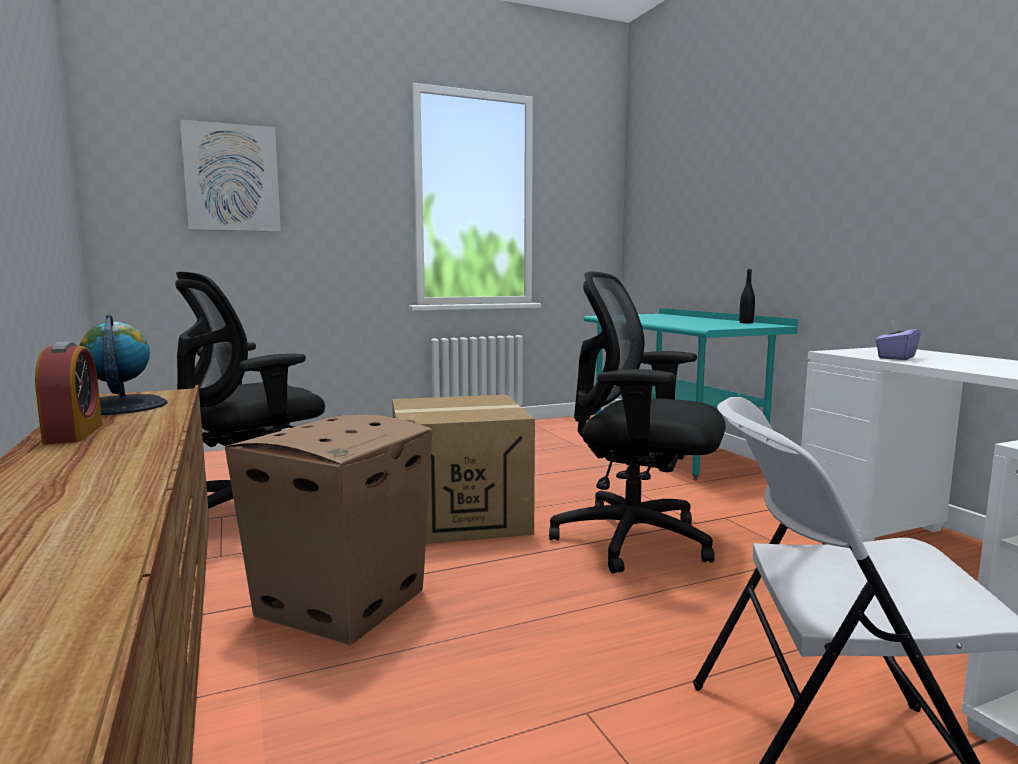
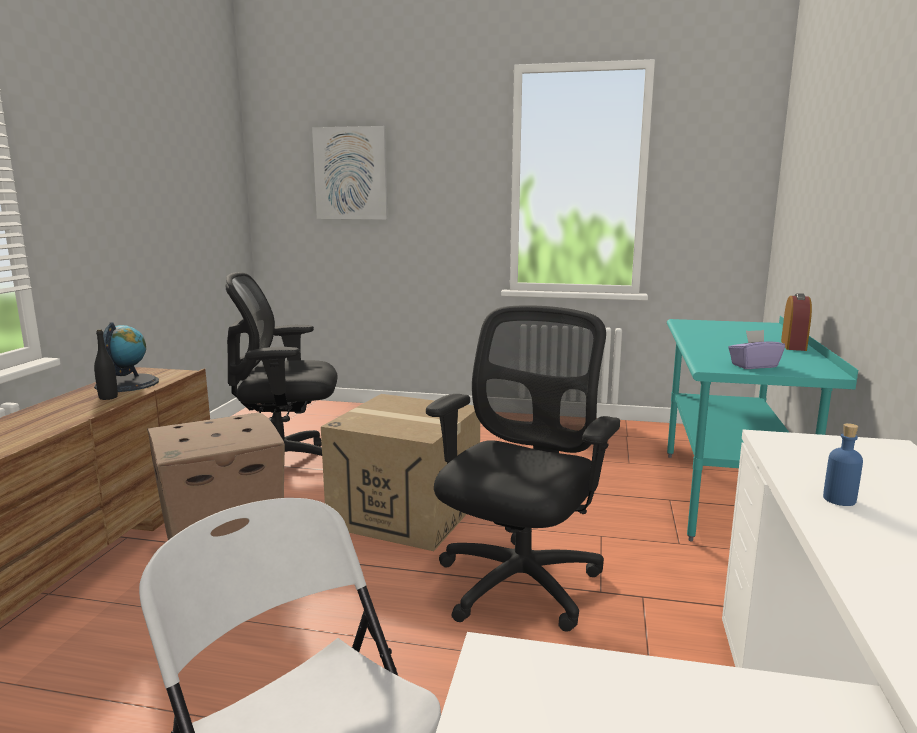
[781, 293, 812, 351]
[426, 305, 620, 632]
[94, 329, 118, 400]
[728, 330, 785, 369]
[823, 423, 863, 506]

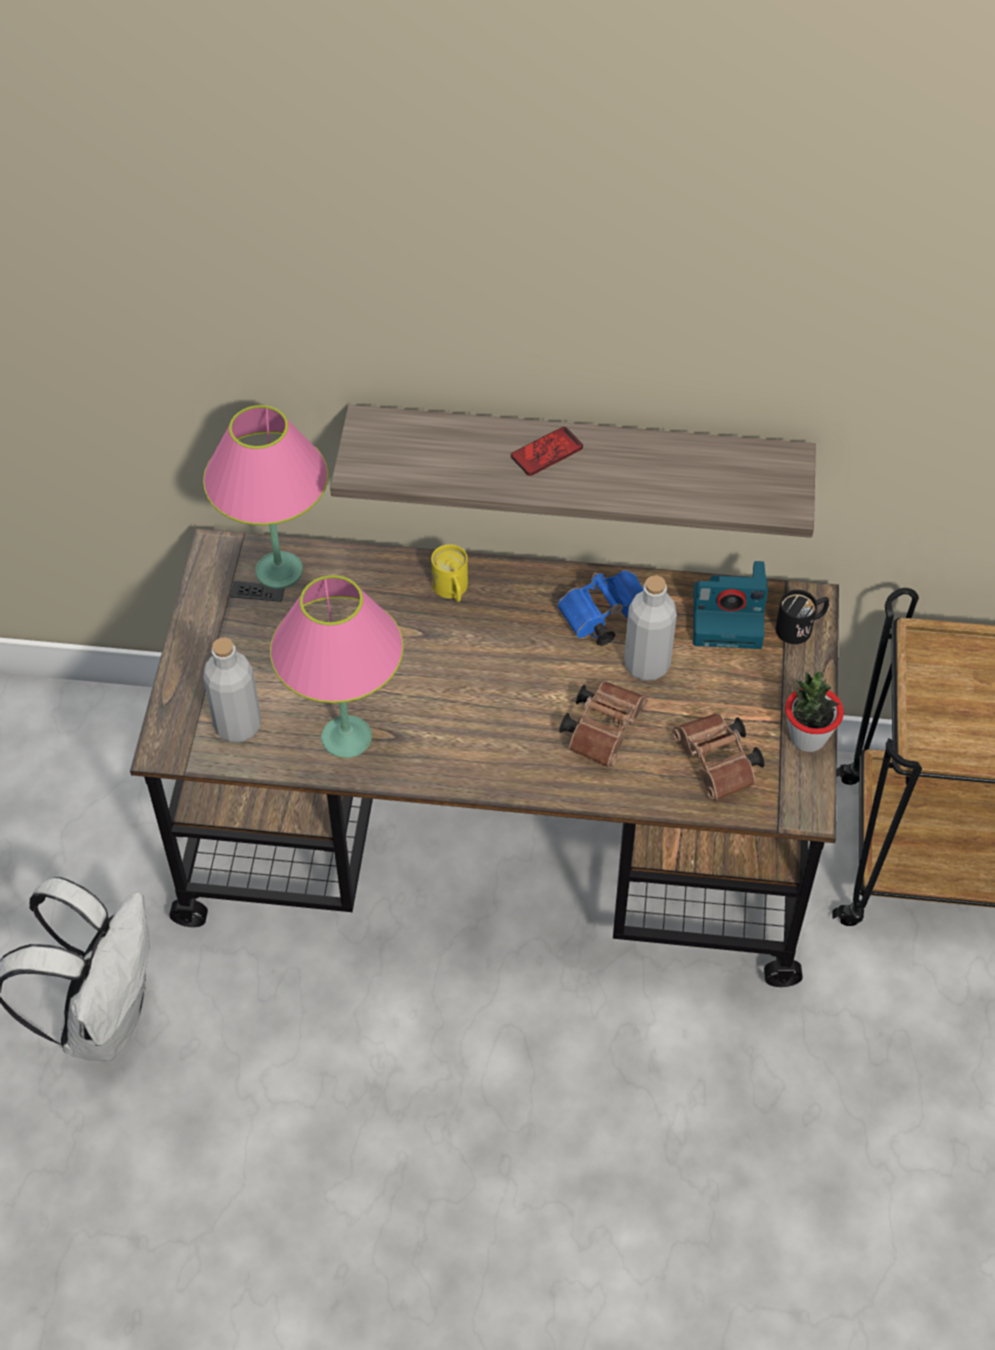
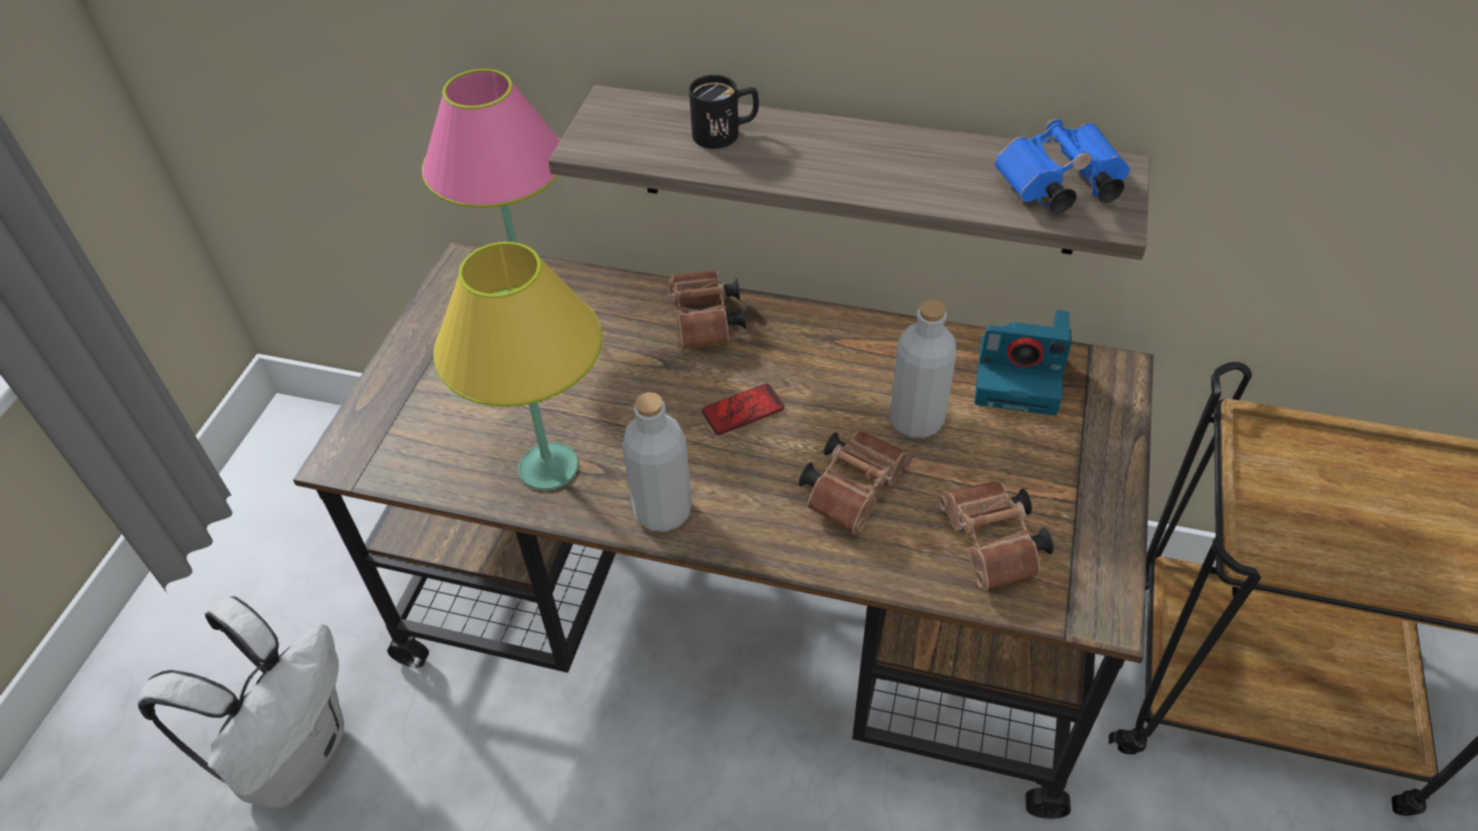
[622, 392, 692, 532]
[433, 242, 603, 491]
[668, 270, 746, 349]
[702, 384, 784, 435]
[994, 119, 1130, 213]
[689, 75, 759, 149]
[785, 671, 844, 752] (first image)

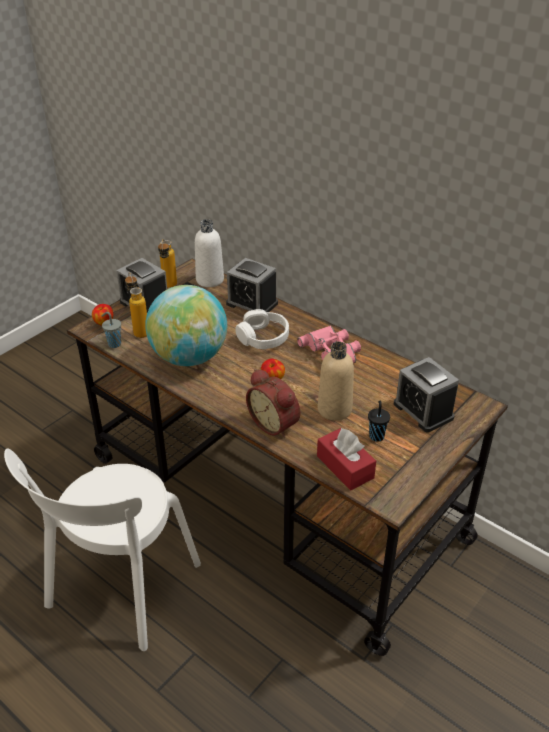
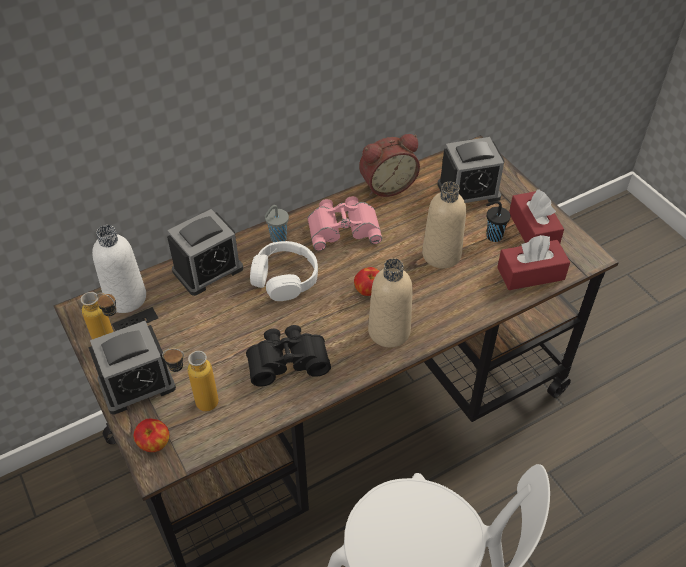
[264, 205, 289, 242]
[246, 325, 331, 387]
[359, 134, 420, 197]
[368, 258, 413, 347]
[509, 189, 564, 243]

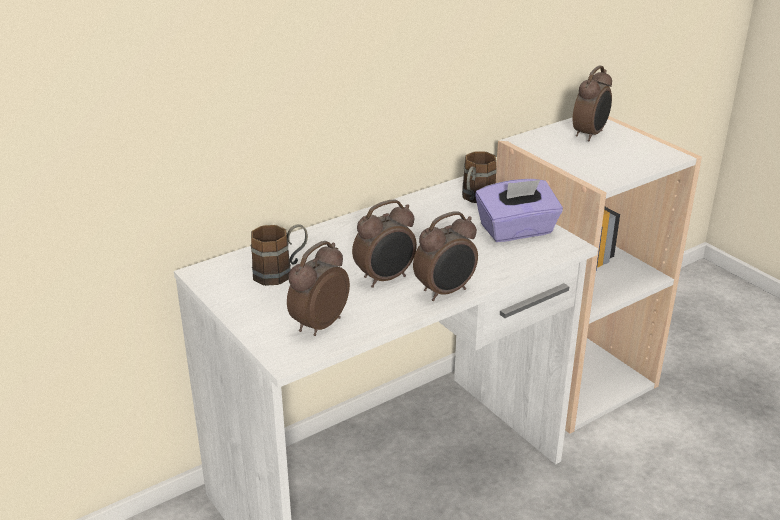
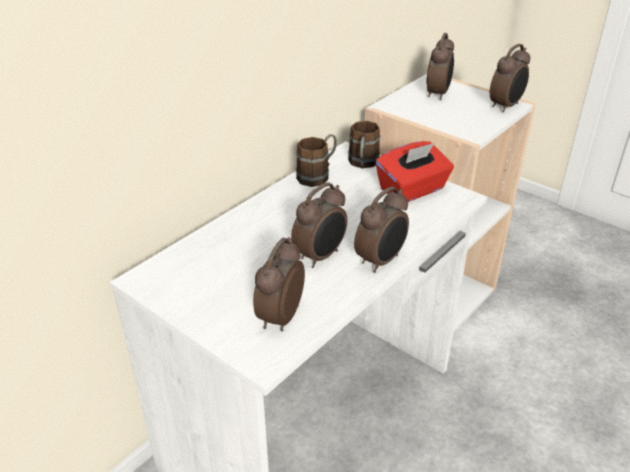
[296, 134, 337, 187]
[375, 141, 454, 202]
[490, 44, 530, 112]

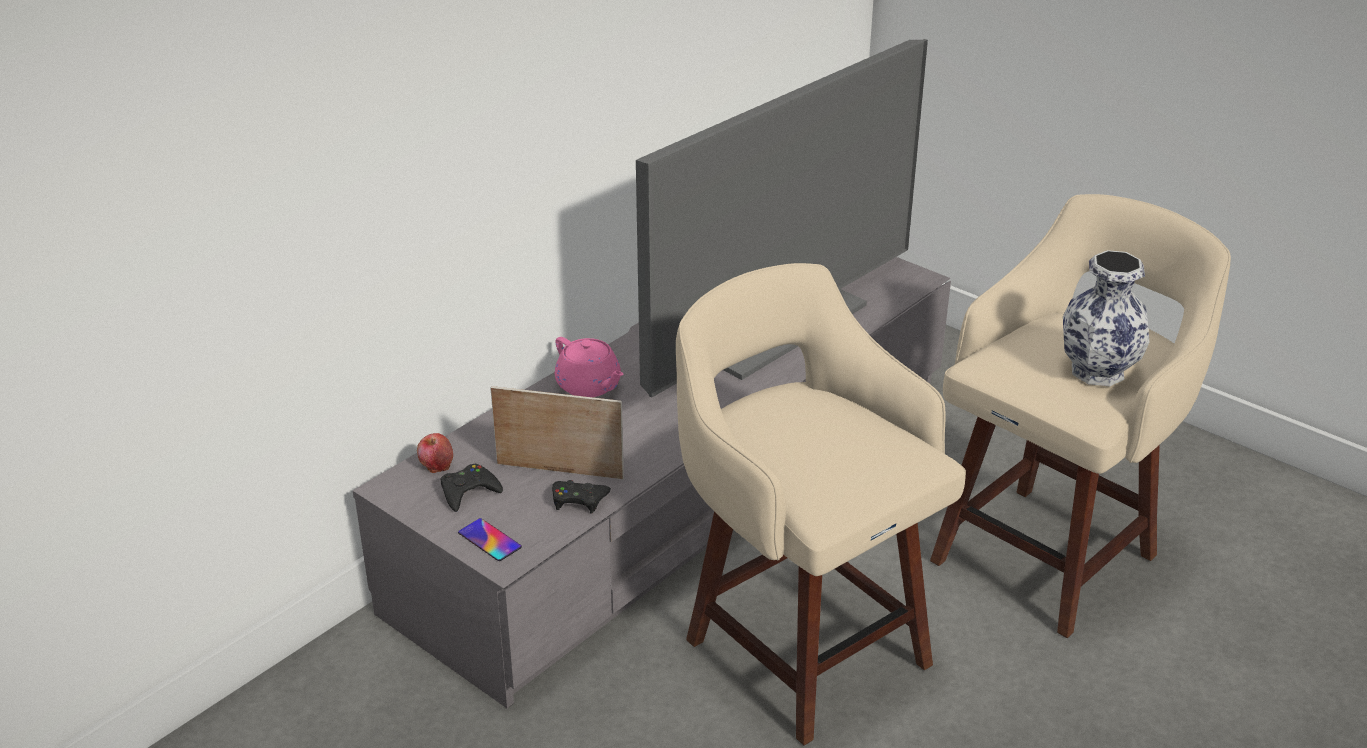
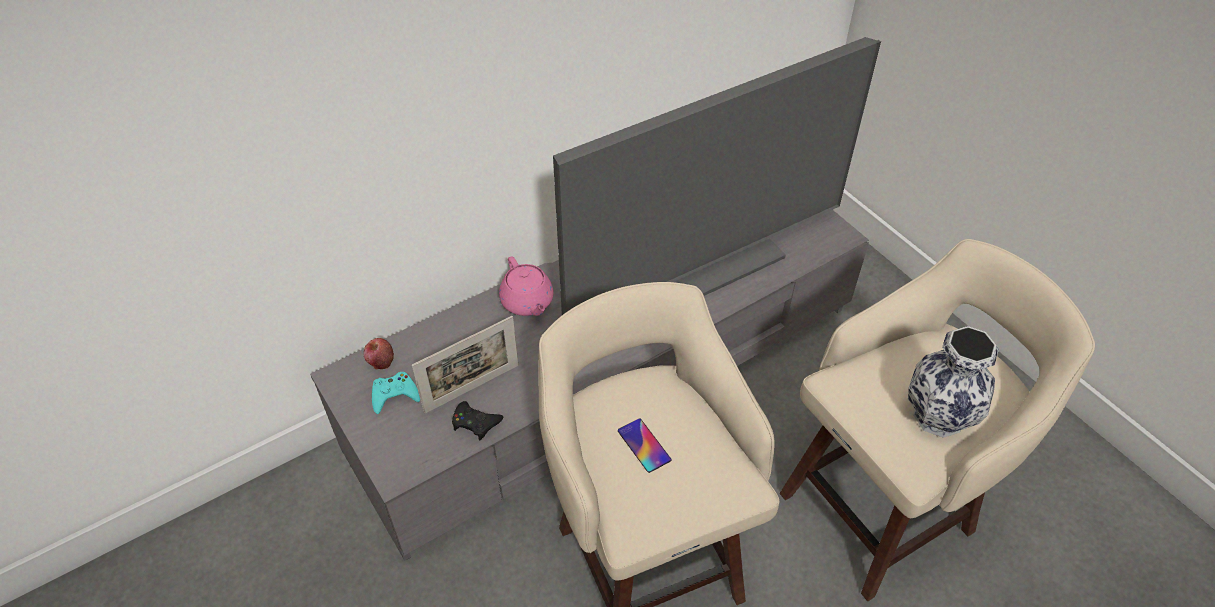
[372, 372, 420, 414]
[618, 419, 671, 473]
[412, 316, 519, 414]

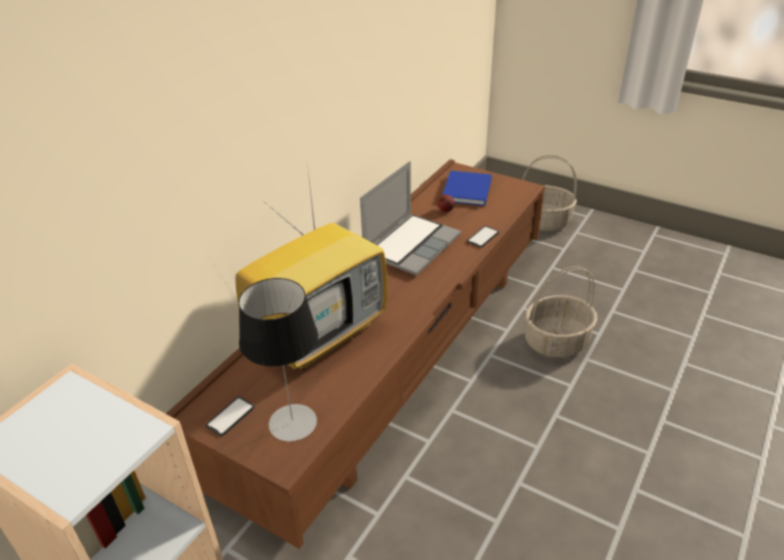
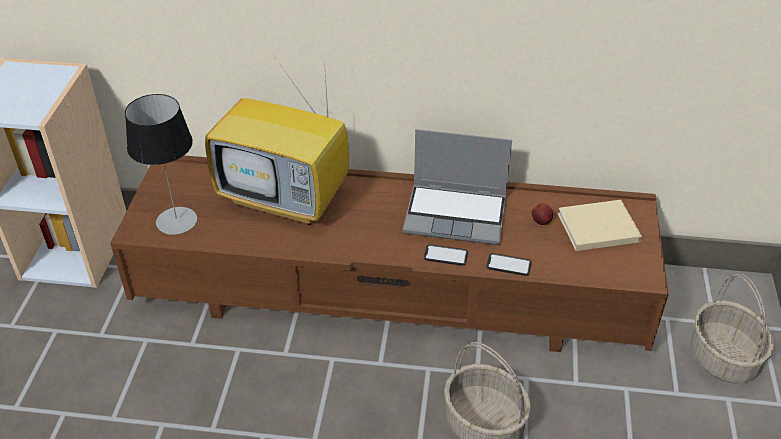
[424, 244, 468, 266]
[558, 200, 642, 251]

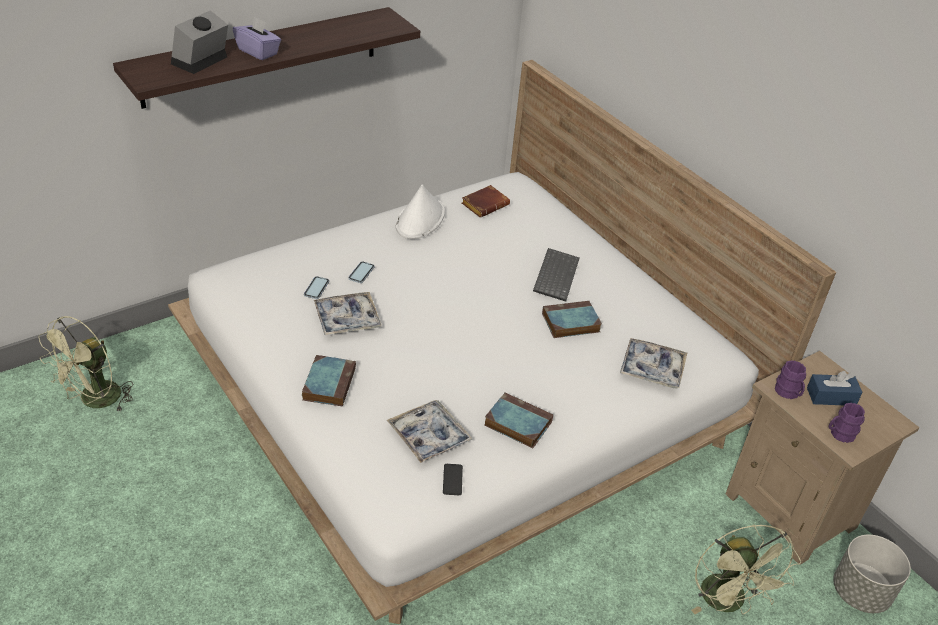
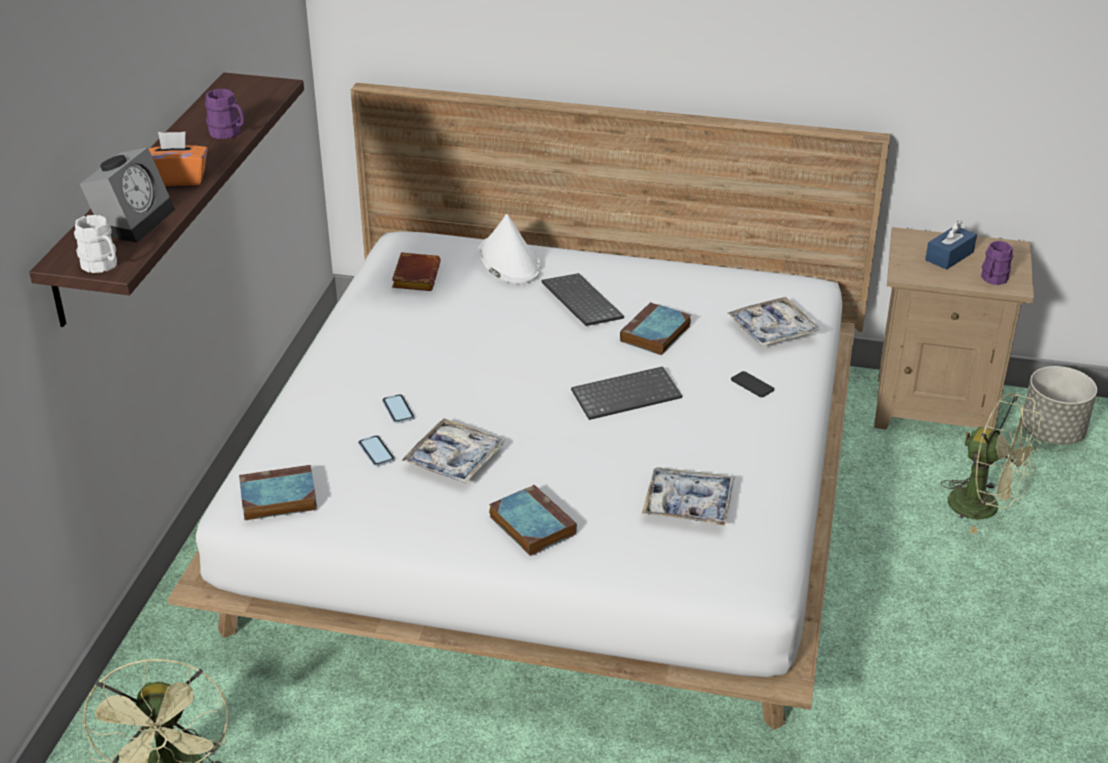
[80, 147, 175, 243]
[148, 132, 208, 186]
[478, 214, 541, 284]
[731, 371, 774, 397]
[239, 465, 317, 520]
[205, 89, 244, 139]
[74, 215, 117, 273]
[571, 366, 682, 420]

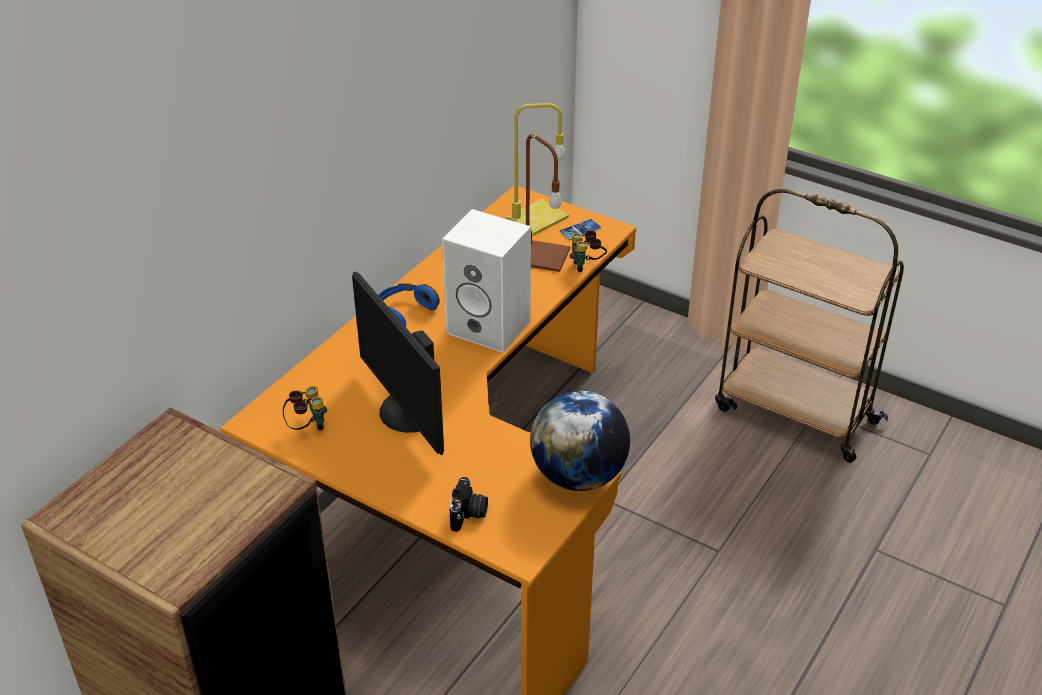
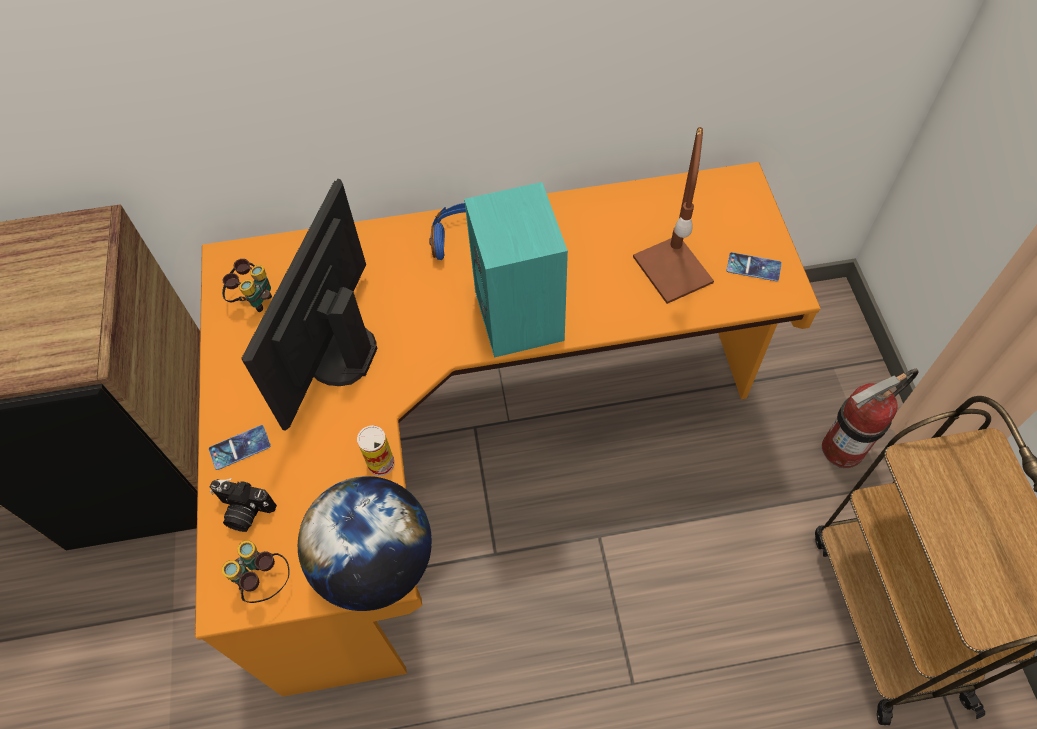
[464, 182, 568, 358]
[210, 478, 277, 532]
[507, 103, 569, 235] (first image)
[221, 540, 290, 603]
[209, 425, 271, 470]
[357, 425, 395, 476]
[822, 368, 919, 468]

